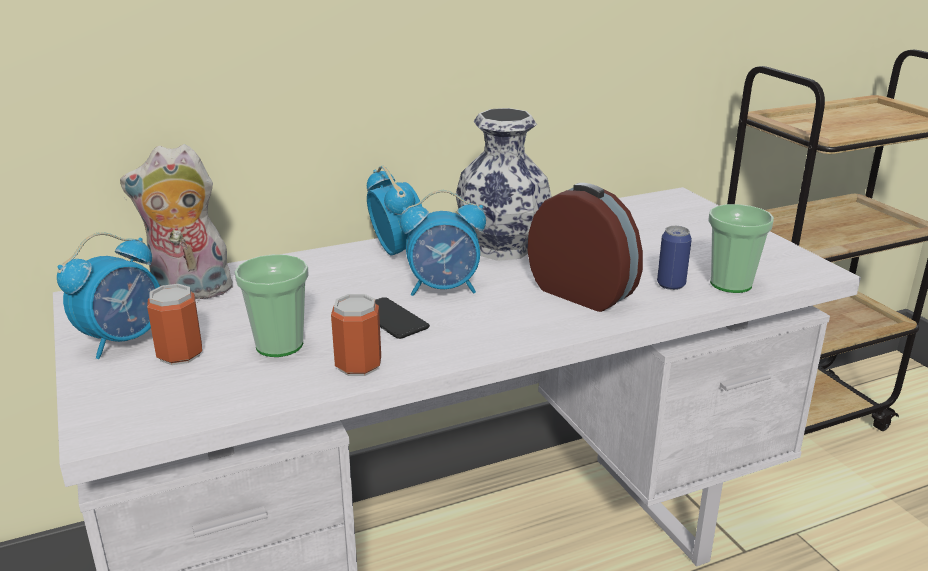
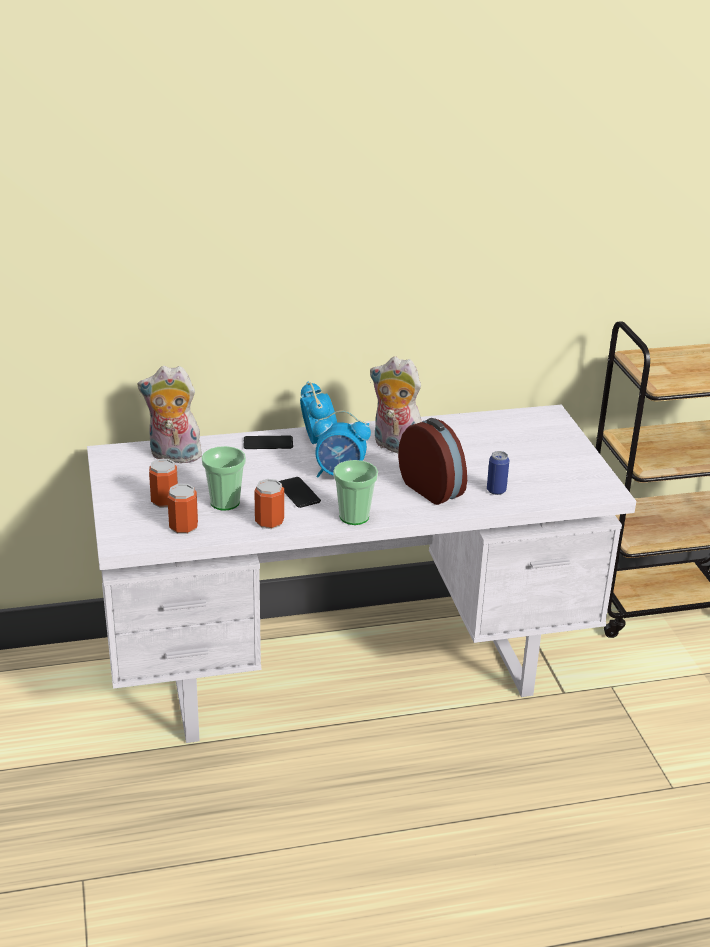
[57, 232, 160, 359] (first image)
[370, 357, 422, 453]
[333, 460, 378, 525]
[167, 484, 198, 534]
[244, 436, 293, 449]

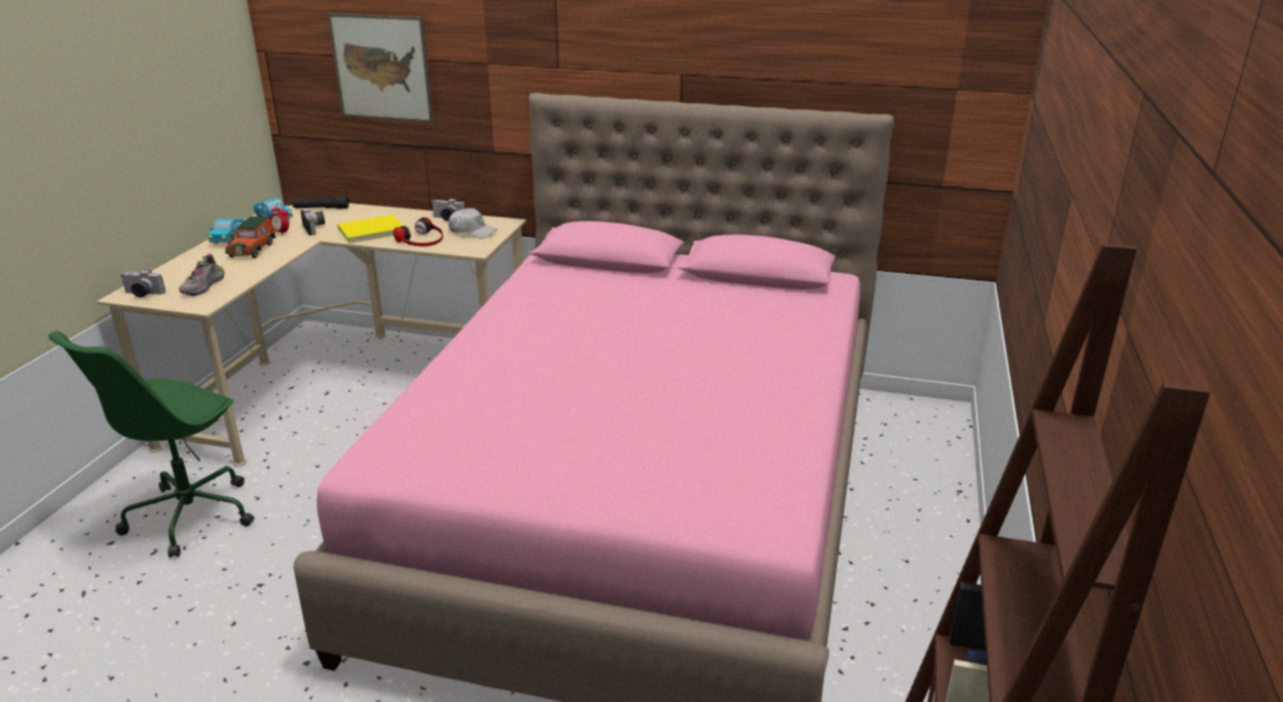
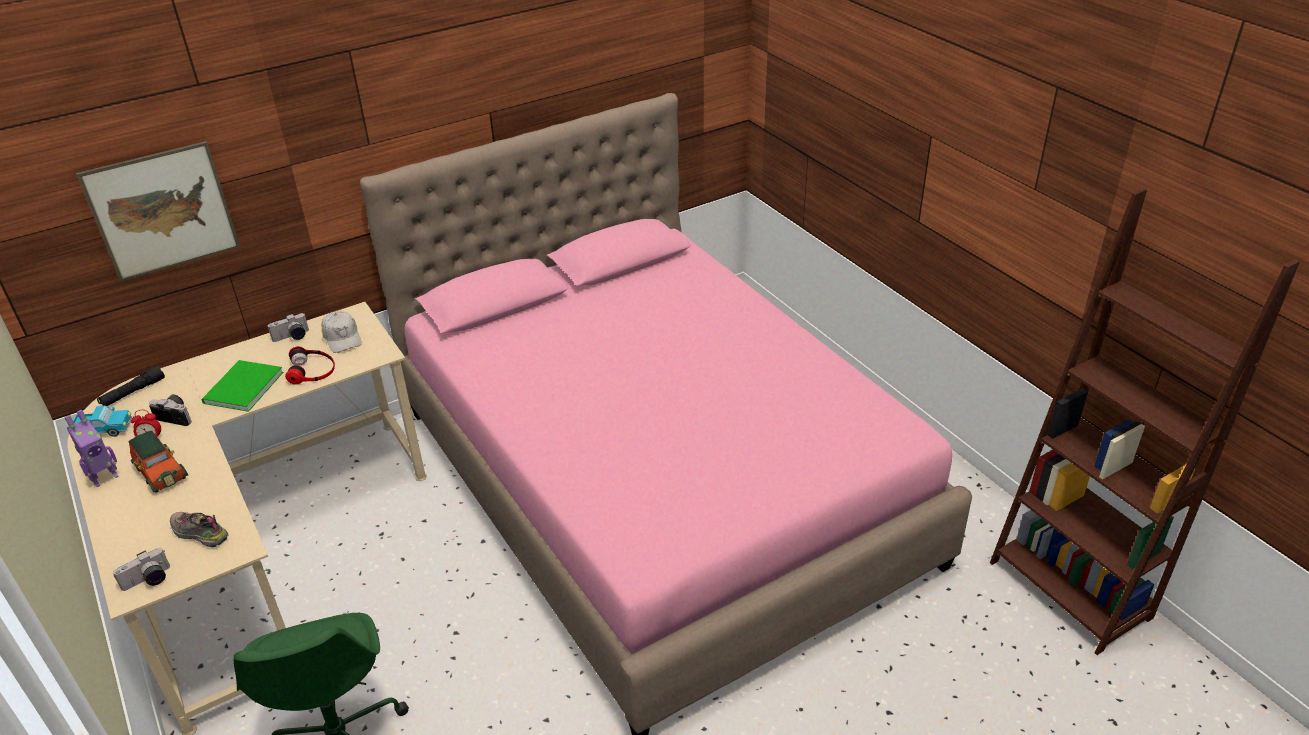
[170, 512, 229, 547]
[64, 410, 119, 487]
[202, 360, 283, 412]
[322, 311, 362, 353]

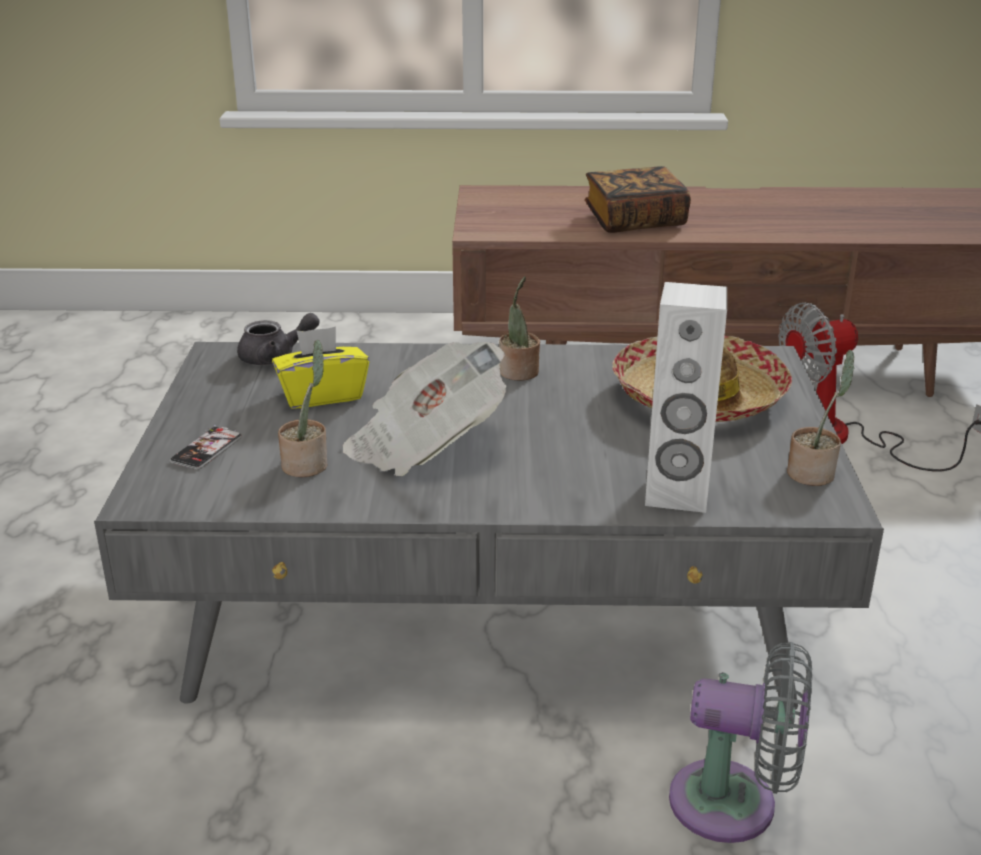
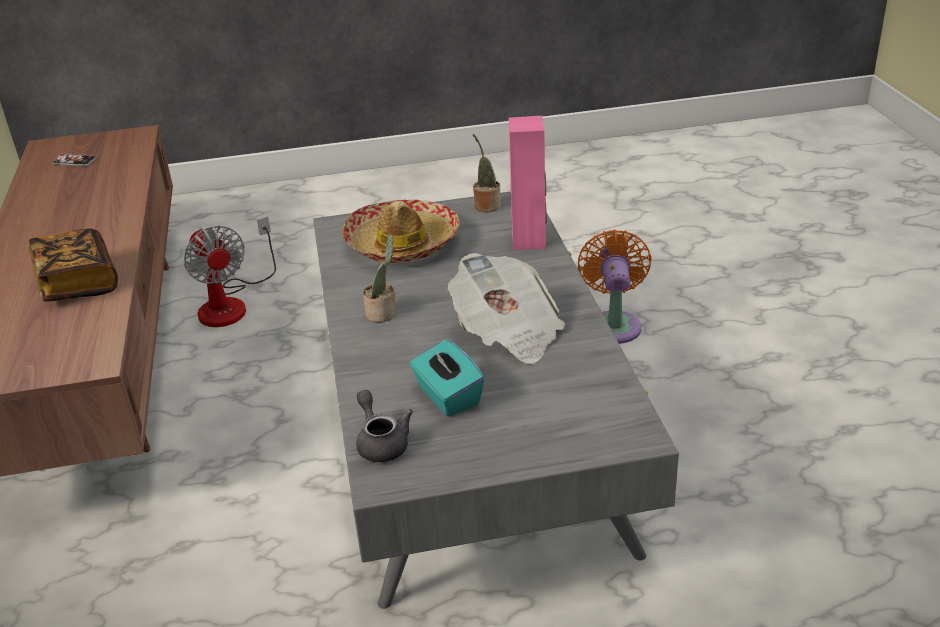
[53, 153, 96, 166]
[410, 340, 485, 417]
[278, 340, 328, 478] (first image)
[509, 116, 547, 250]
[578, 229, 652, 344]

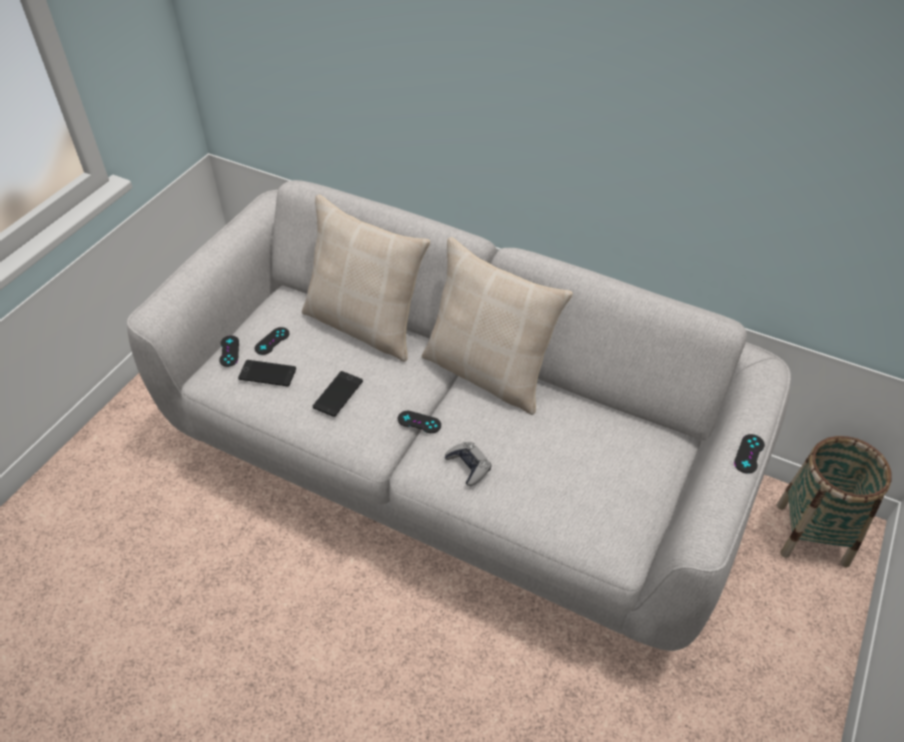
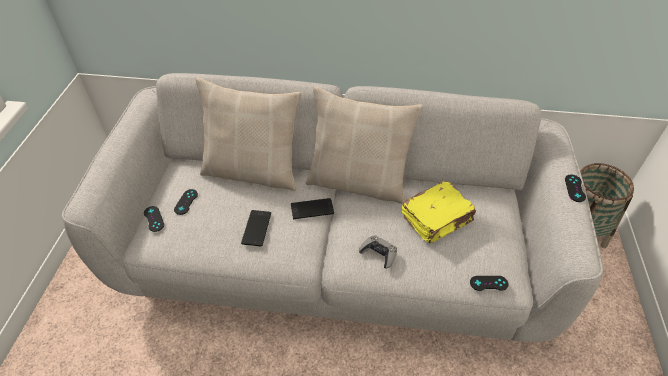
[291, 198, 334, 219]
[470, 276, 509, 291]
[401, 181, 476, 243]

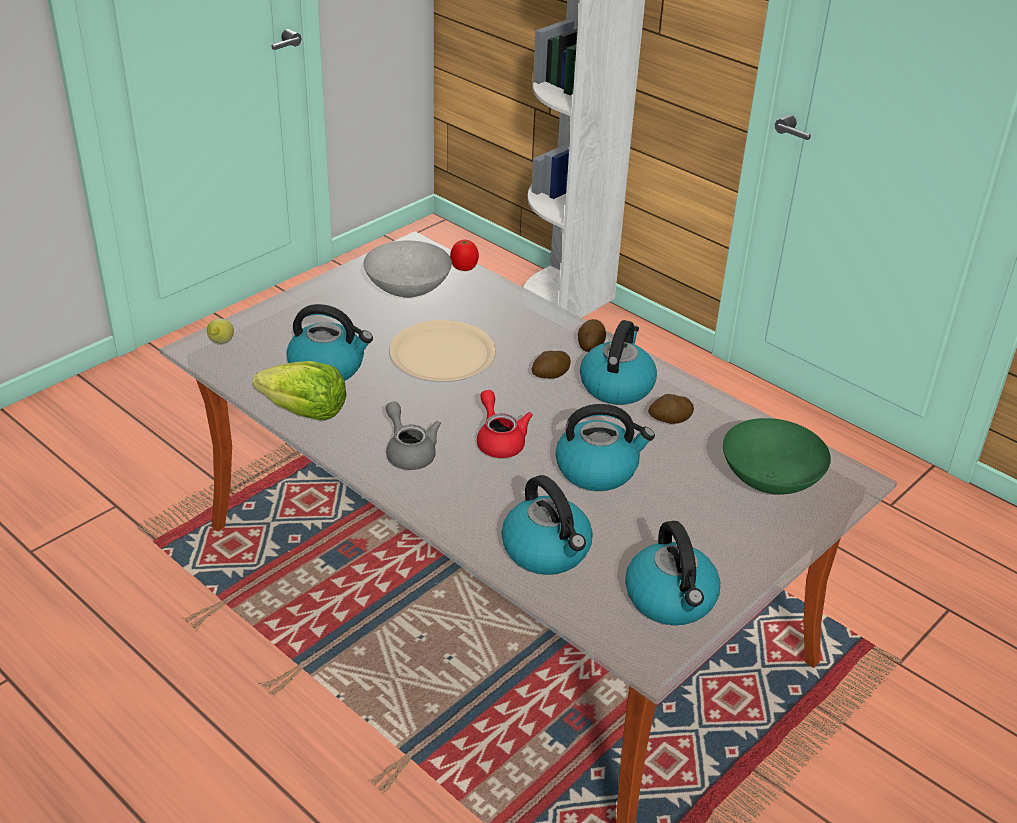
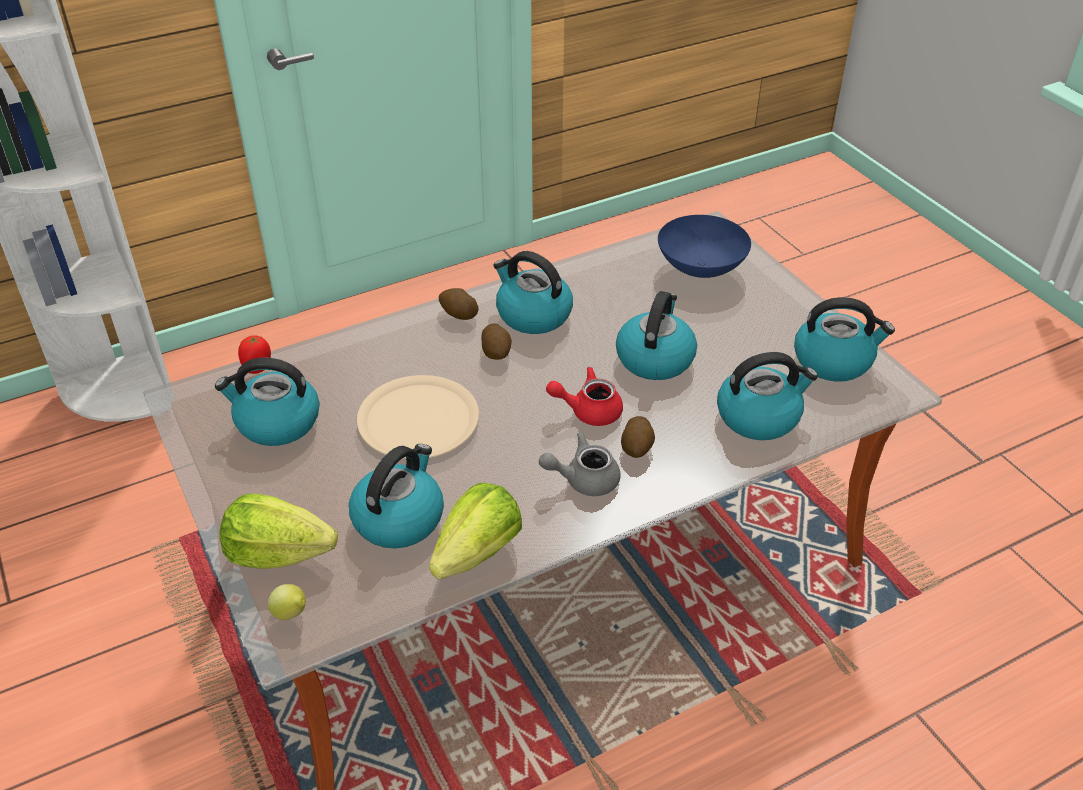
[215, 358, 320, 446]
[621, 416, 655, 458]
[658, 215, 751, 278]
[220, 493, 338, 569]

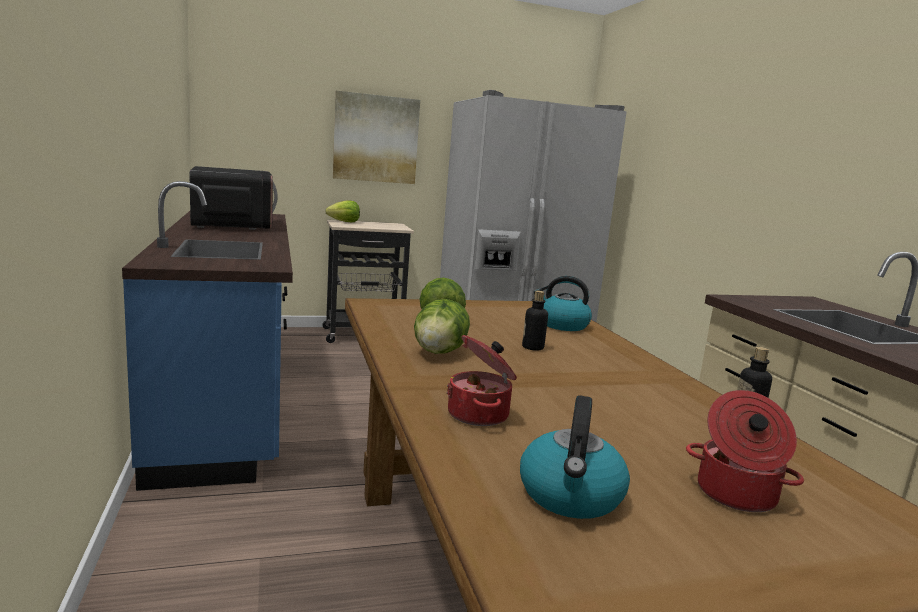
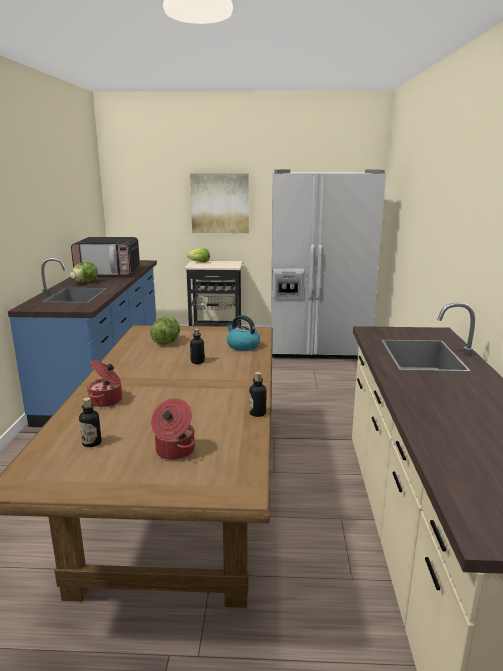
[71, 237, 140, 276]
[70, 262, 98, 283]
[79, 397, 102, 447]

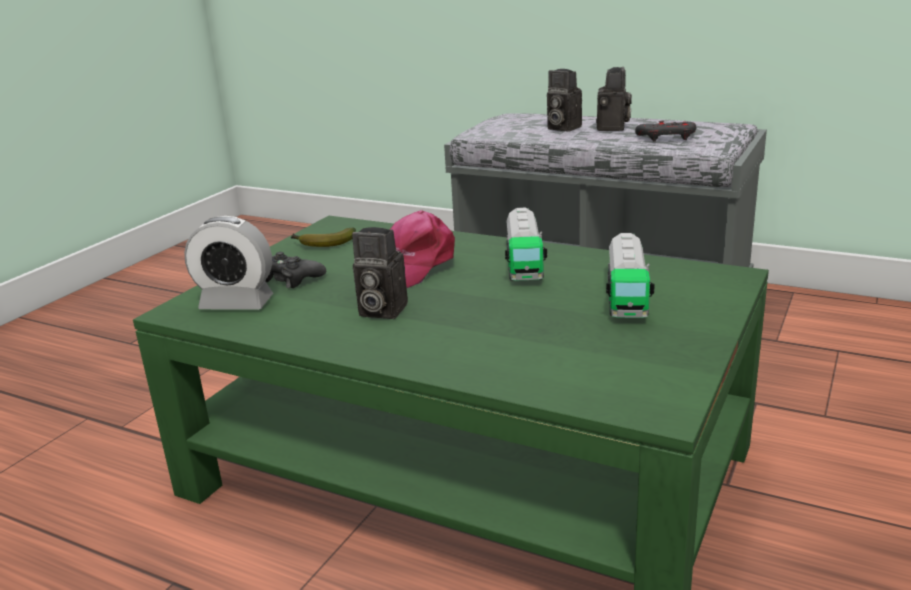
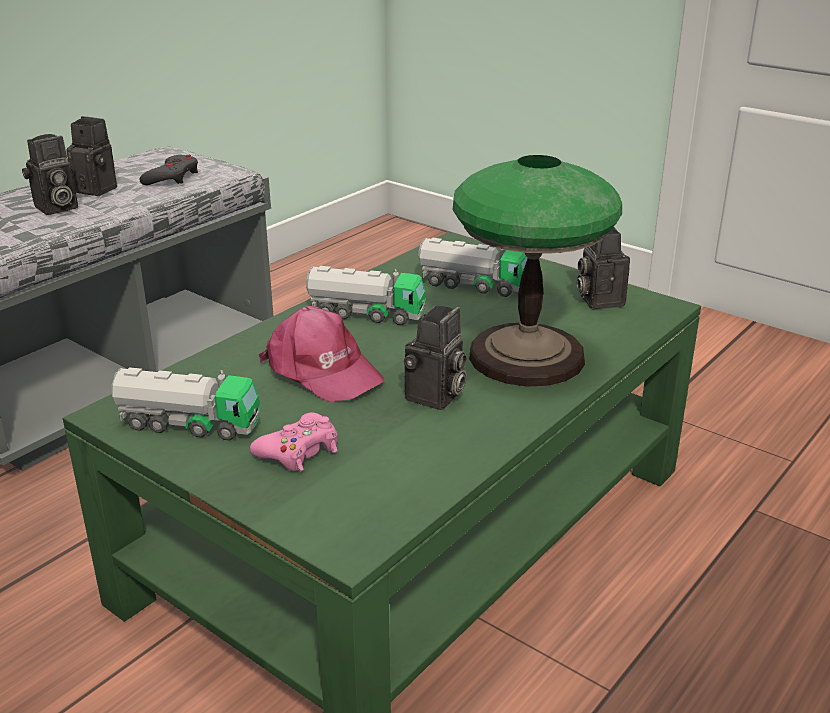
[184, 216, 273, 310] (first image)
[250, 412, 338, 472]
[111, 367, 260, 441]
[453, 155, 622, 386]
[576, 227, 630, 309]

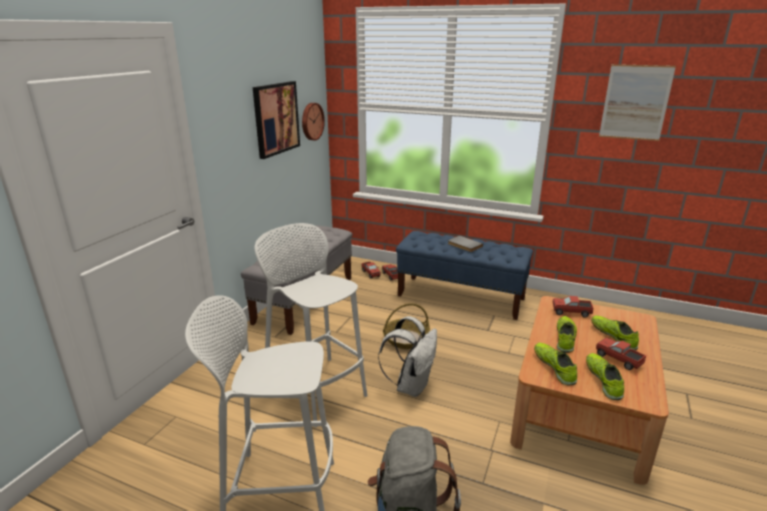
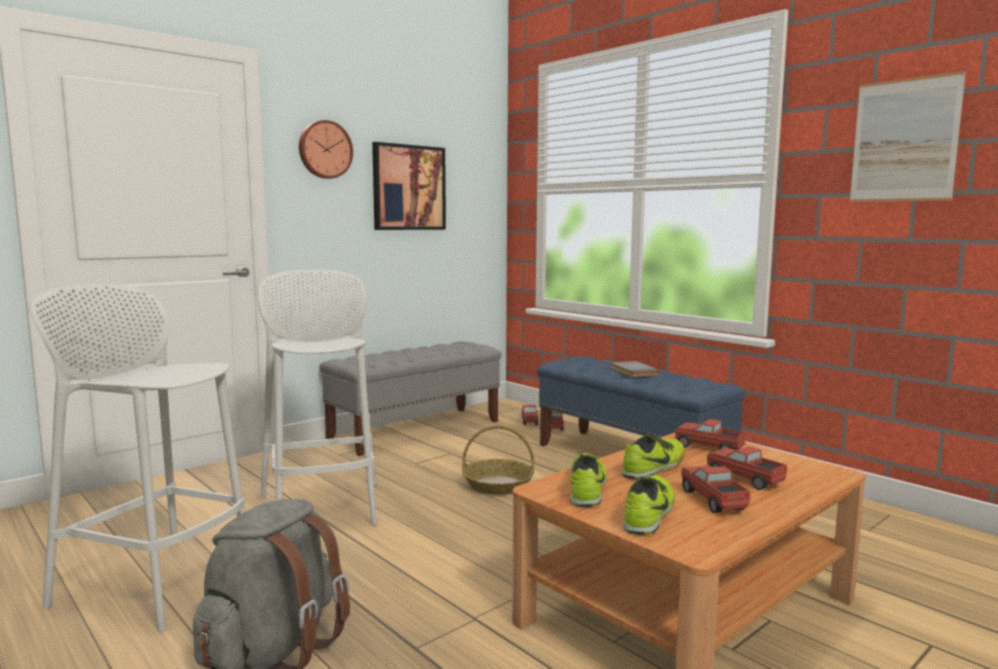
[299, 120, 353, 179]
[378, 316, 437, 397] (first image)
[707, 446, 787, 490]

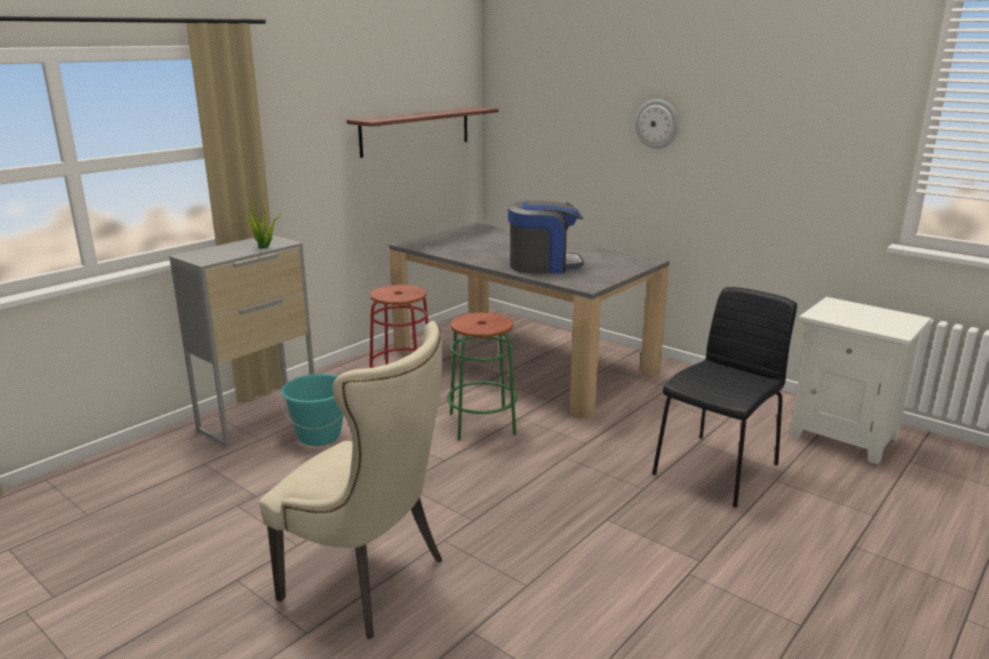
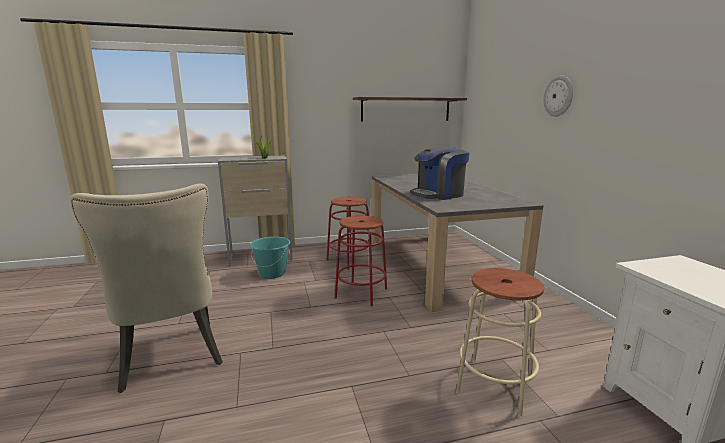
[335, 216, 387, 306]
[410, 146, 470, 200]
[456, 268, 544, 417]

